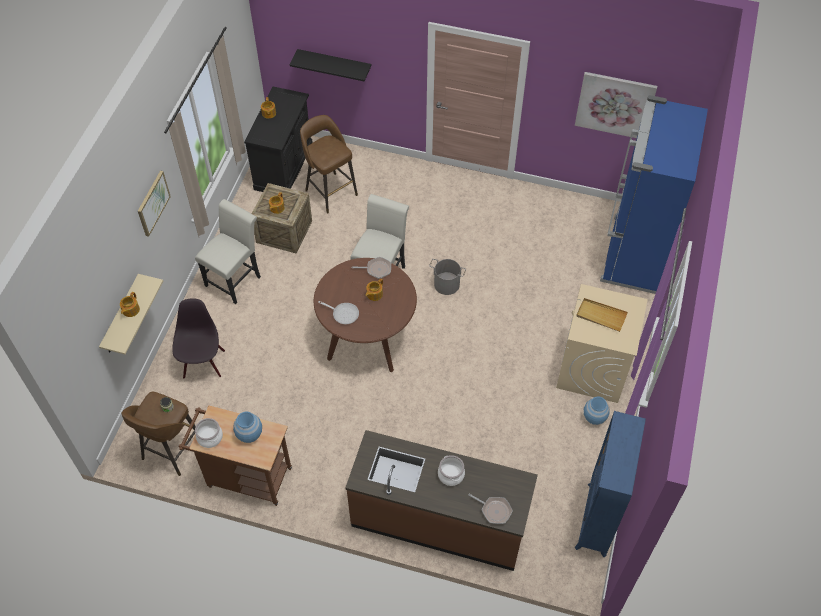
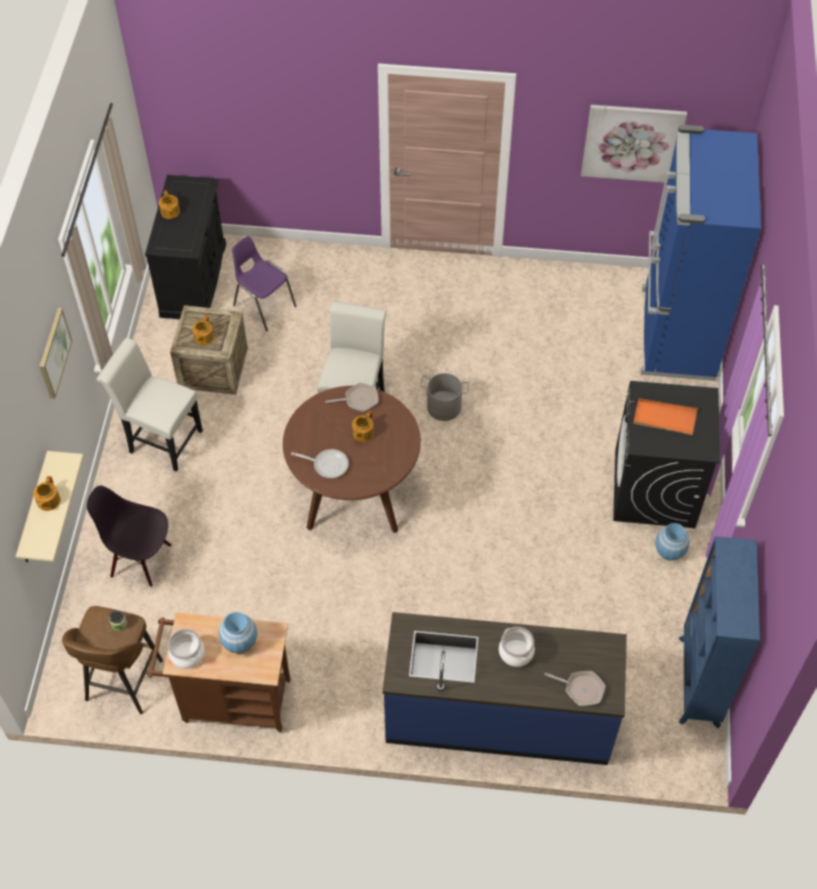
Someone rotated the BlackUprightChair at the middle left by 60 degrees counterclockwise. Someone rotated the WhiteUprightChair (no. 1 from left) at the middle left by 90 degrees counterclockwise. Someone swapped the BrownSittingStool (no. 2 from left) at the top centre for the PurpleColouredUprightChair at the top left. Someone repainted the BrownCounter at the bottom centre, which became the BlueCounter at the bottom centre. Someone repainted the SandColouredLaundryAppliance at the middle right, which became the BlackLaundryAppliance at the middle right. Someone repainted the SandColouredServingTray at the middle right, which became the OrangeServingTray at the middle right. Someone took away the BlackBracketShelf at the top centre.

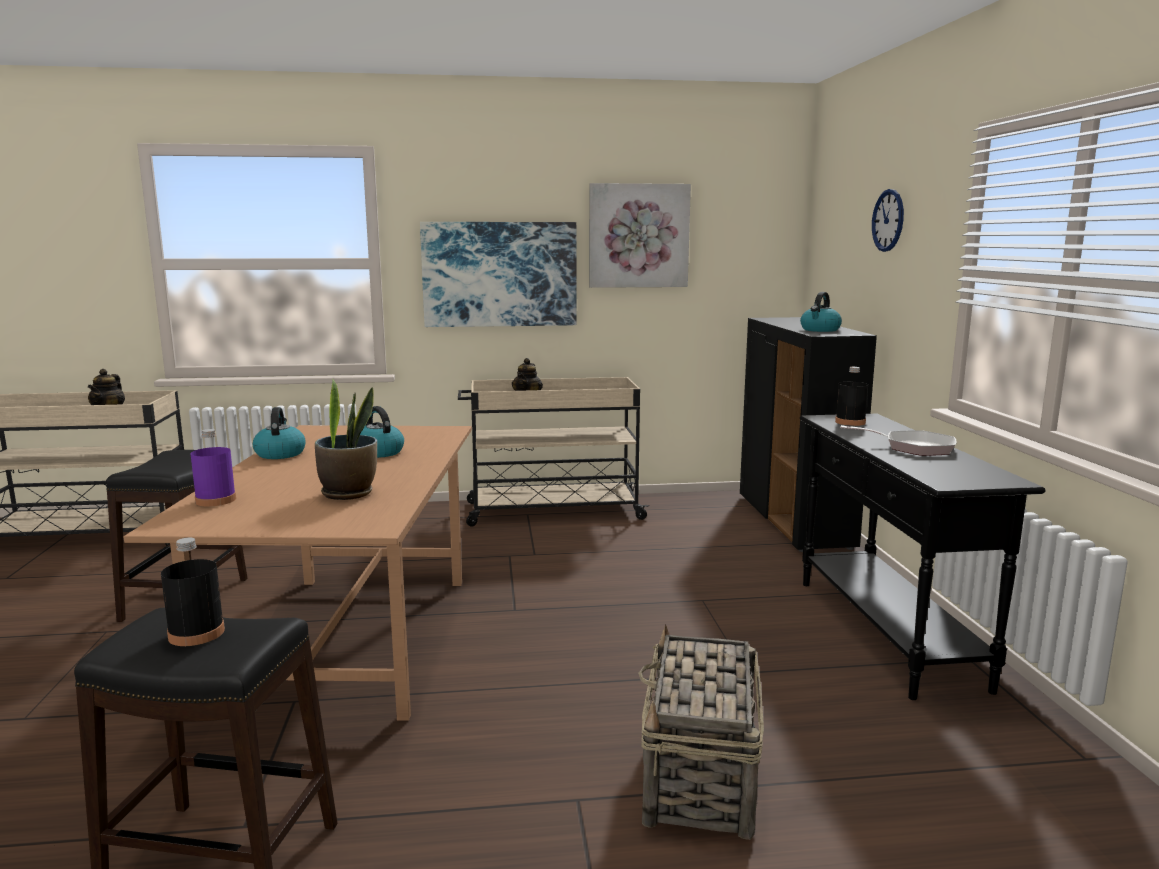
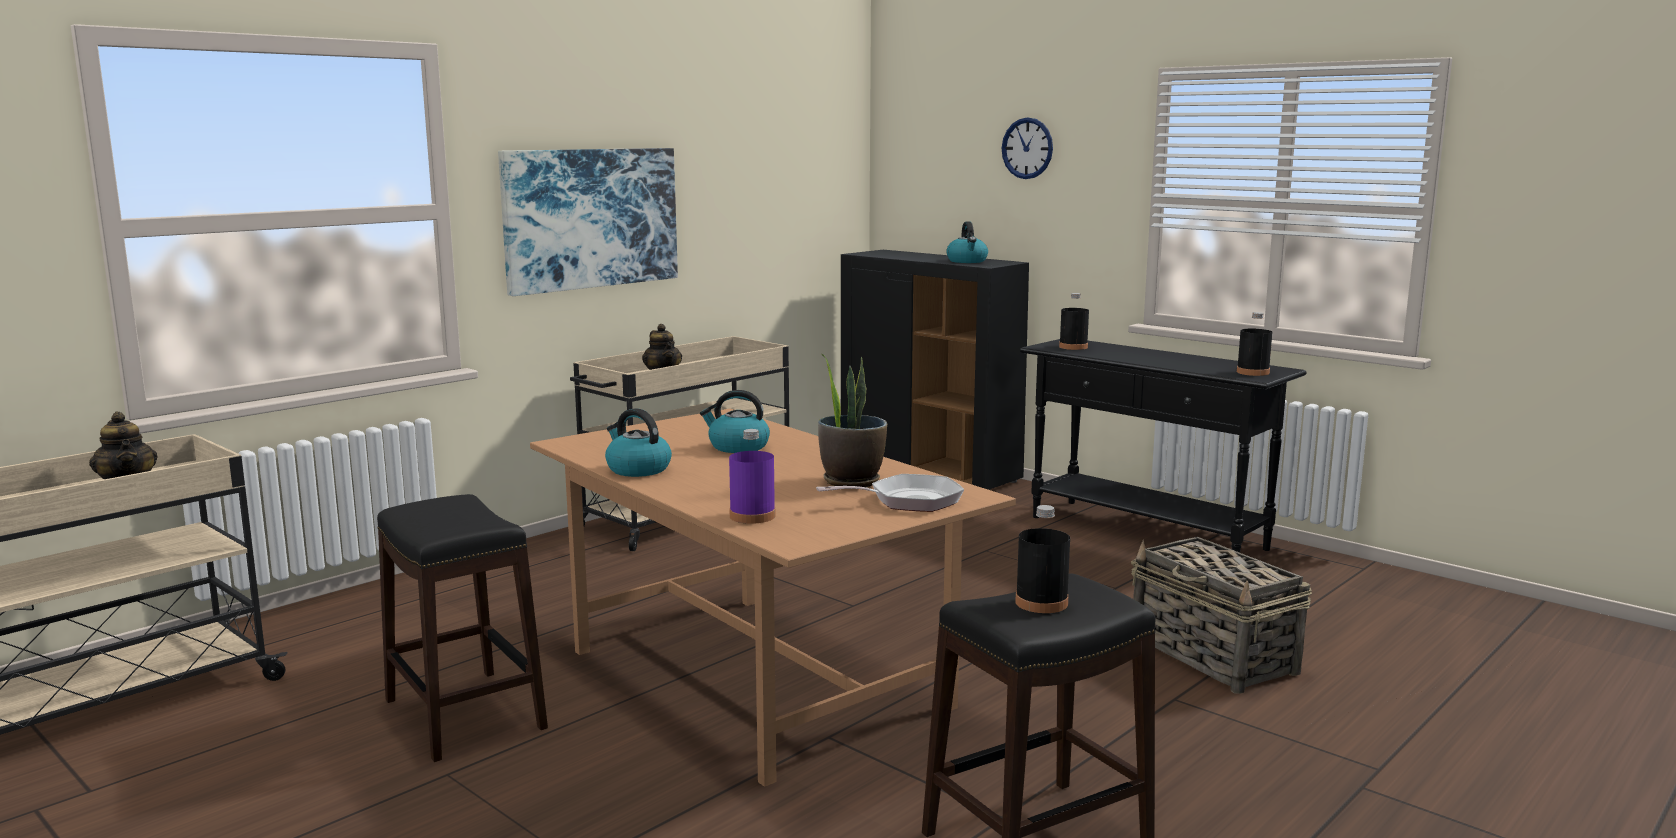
Someone carried the Pan from the middle right to the centre. Someone put down the BlackBottle (no. 3 from left) at the middle right. Someone took away the Picture (no. 2 from left) at the top centre.

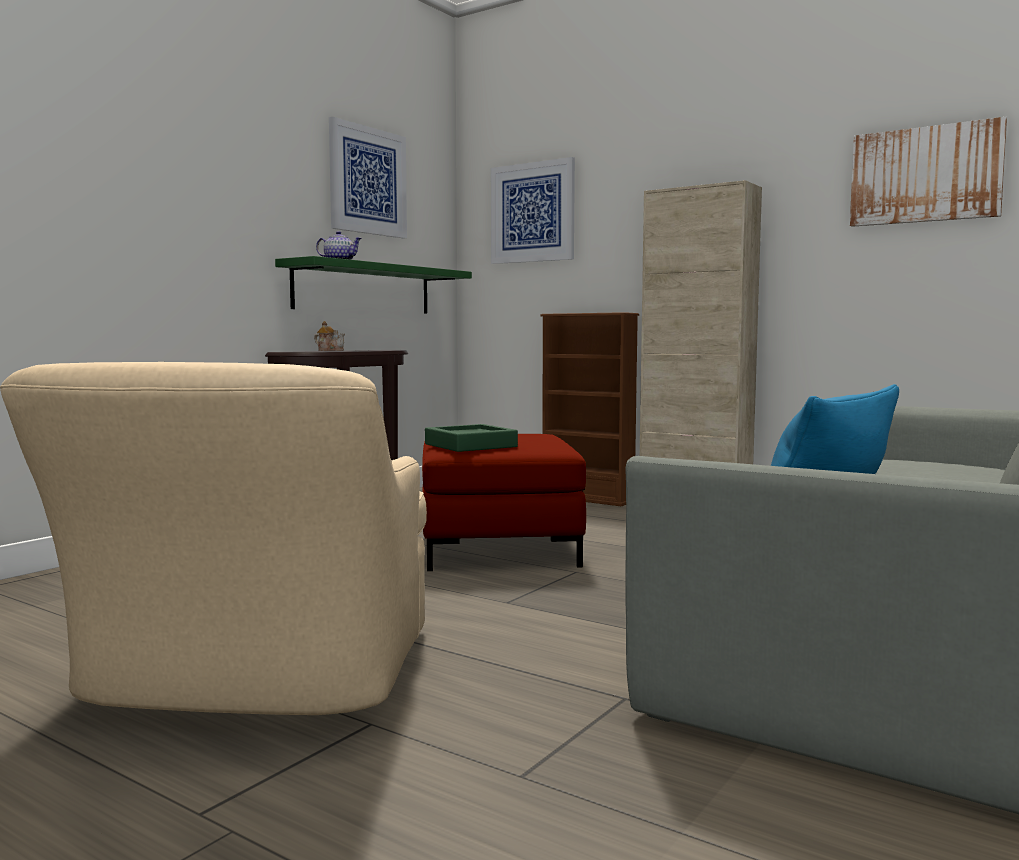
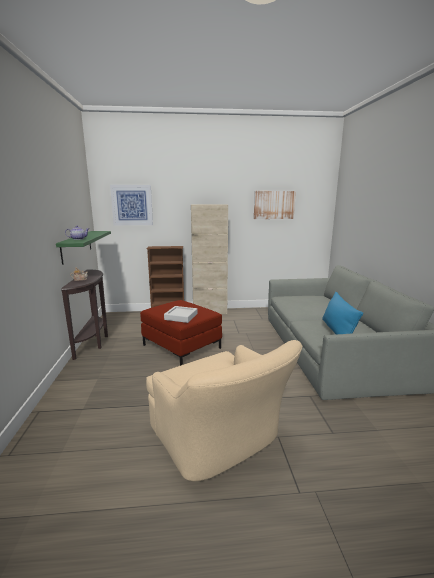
Someone repainted the GreenishServingTray at the centre, which became the GrayServingTray at the centre. Someone took away the Picture (no. 1 from left) at the top centre.

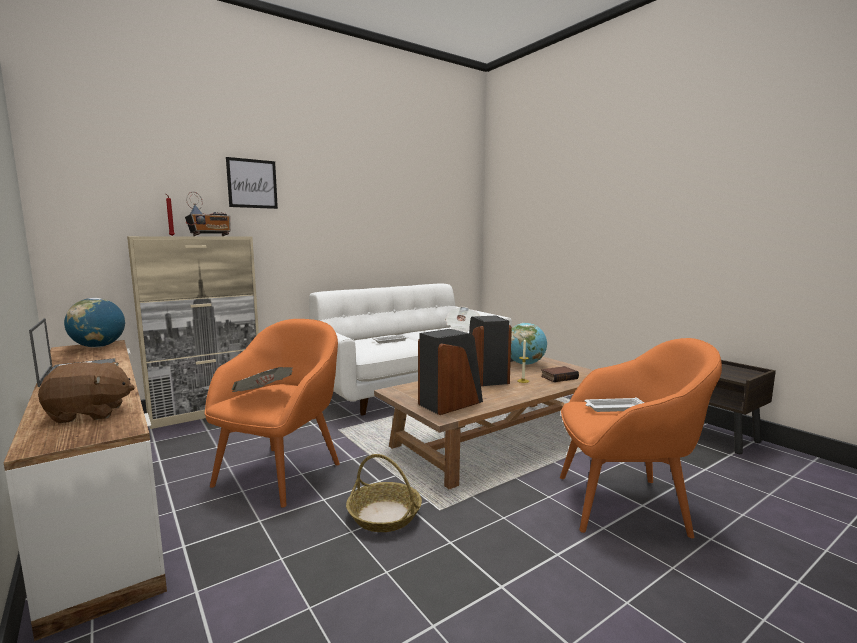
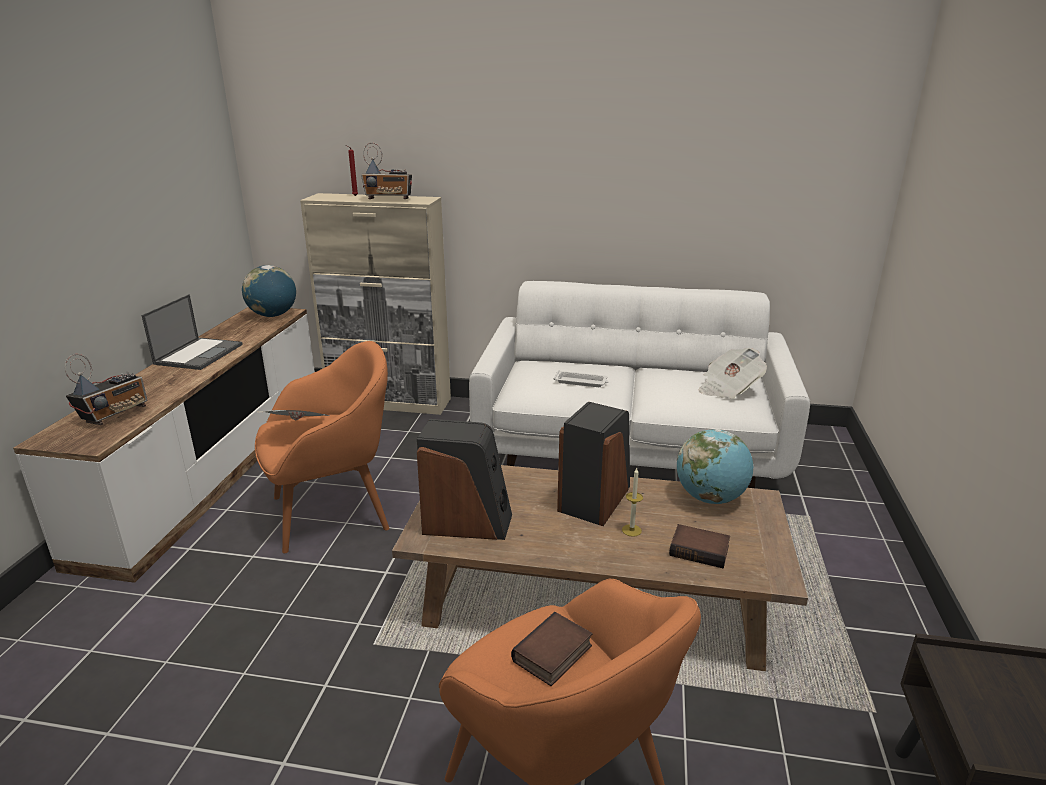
Someone swapped the BrownPlushToy at the middle left for the Radio (no. 1 from left) at the middle left. Someone swapped the WhiteServingTray (no. 2 from left) at the middle right for the Volume (no. 1 from left) at the bottom centre. Someone took away the Picture at the top left. Someone took away the Basket at the bottom centre.

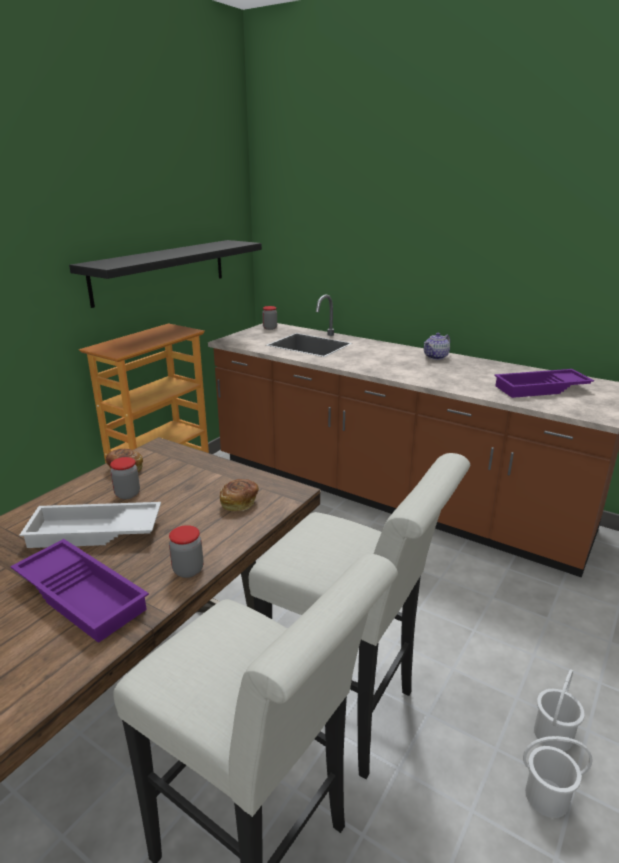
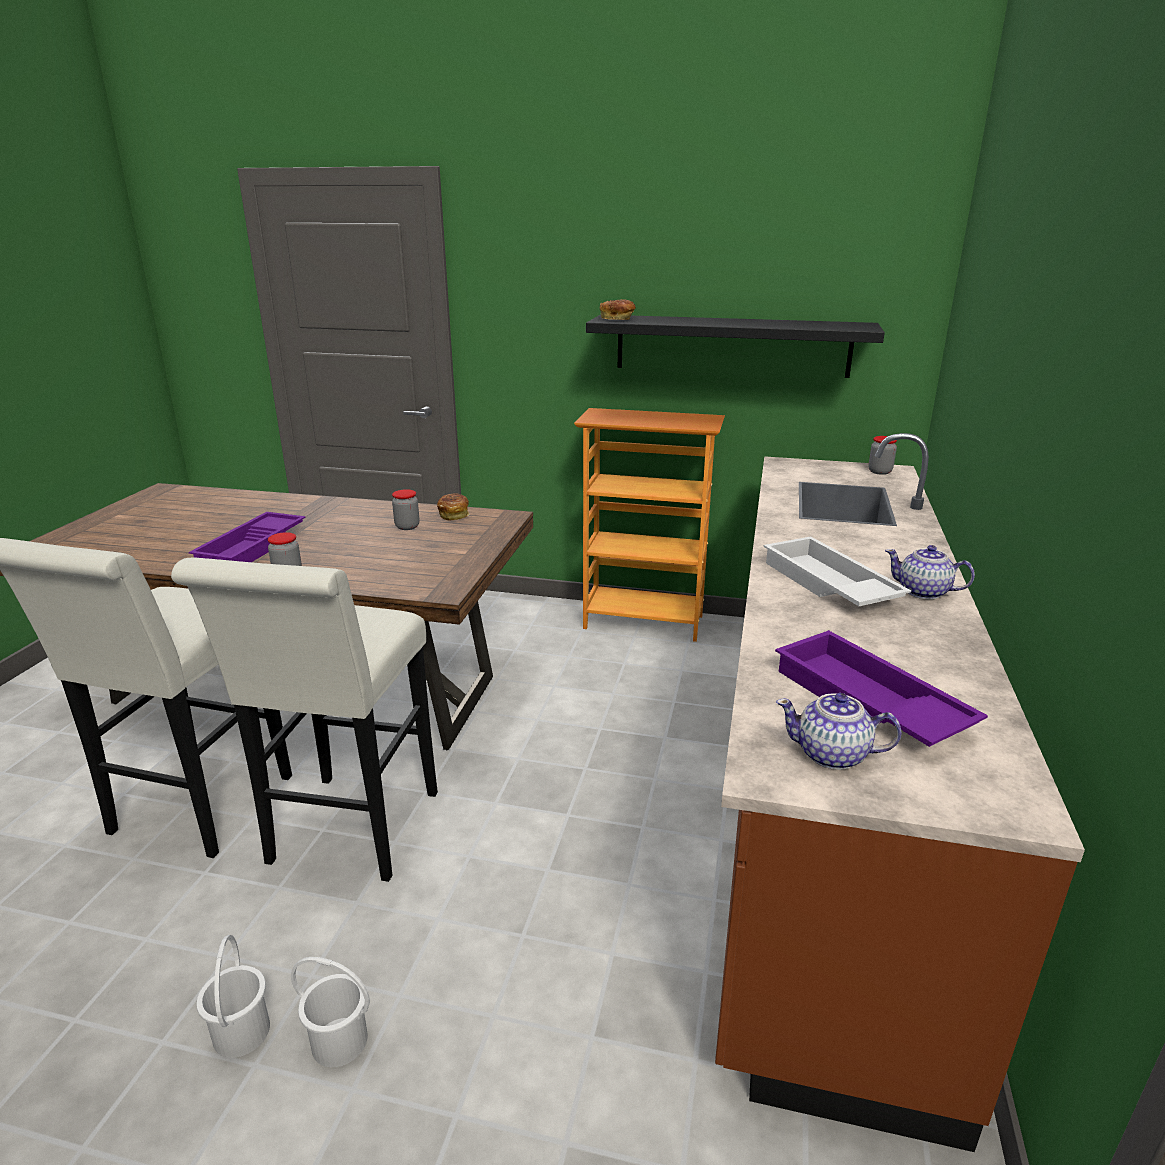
Someone carried the BakedBread (no. 2 from left) from the centre to the top centre. Someone carried the WhiteServingTray from the middle left to the middle right. Someone put down the Teapot (no. 1 from left) at the middle right.

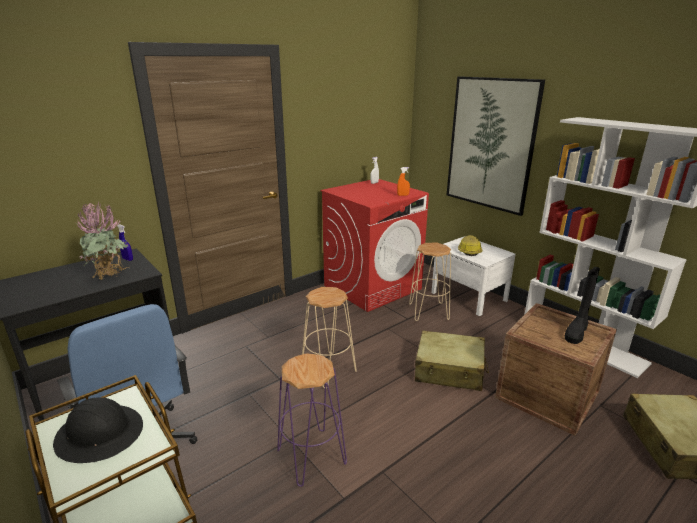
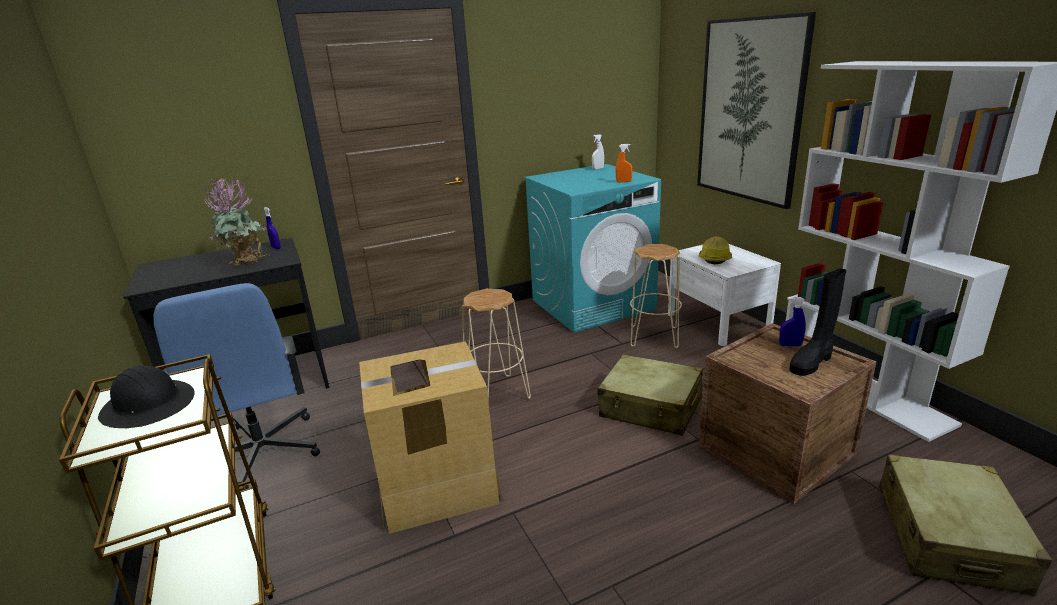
Someone swapped the PurpleColouredSittingStool at the bottom centre for the Carton at the bottom centre. Someone repainted the ReddishLaundryAppliance at the centre, which became the TurquoiseLaundryAppliance at the centre. Someone put down the BlueHandSprayer (no. 2 from left) at the middle right.

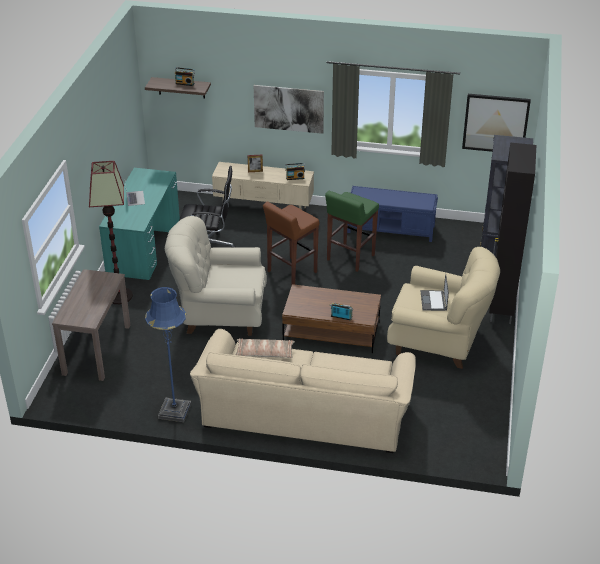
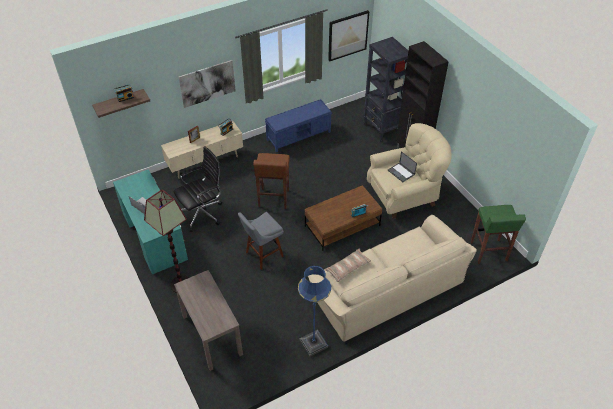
Someone swapped the SandColouredLoungeChair (no. 1 from left) at the centre for the GraySittingStool at the centre. Someone carried the GreenishSittingStool from the centre to the middle right.

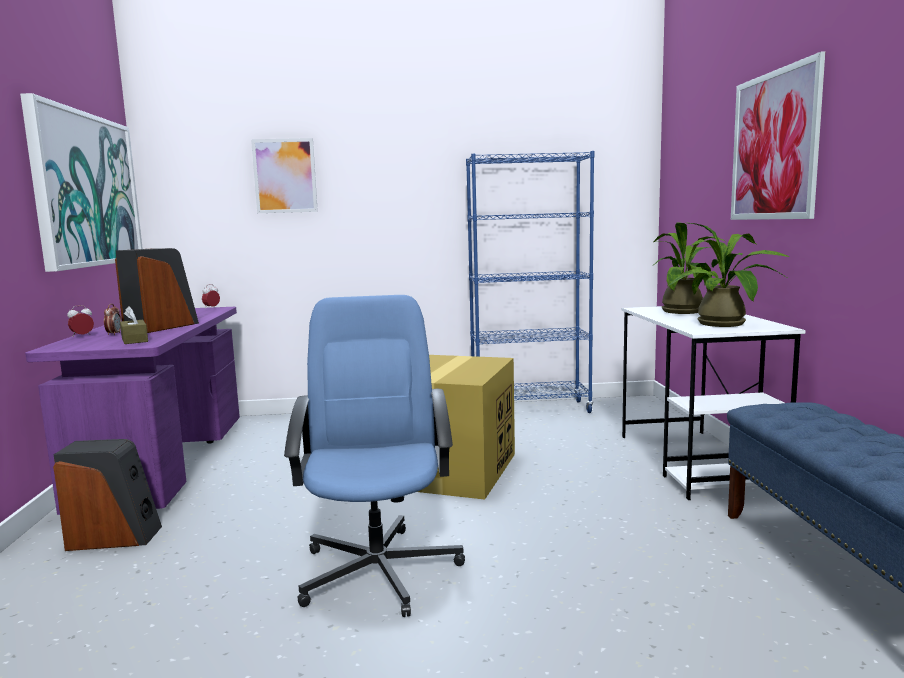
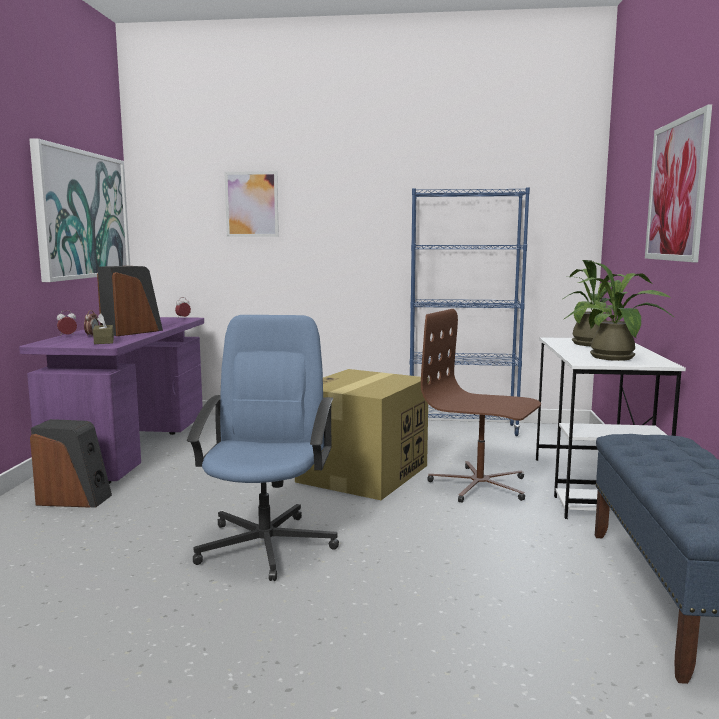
Someone put down the BrownDeskChair at the middle right.

